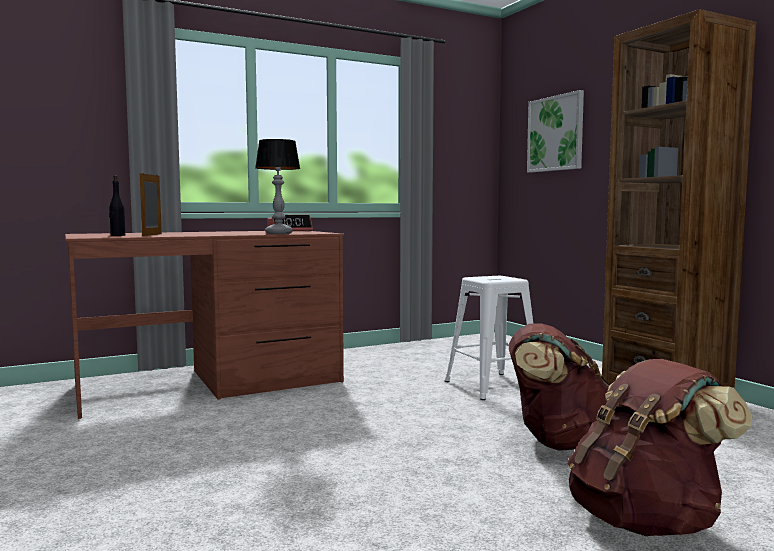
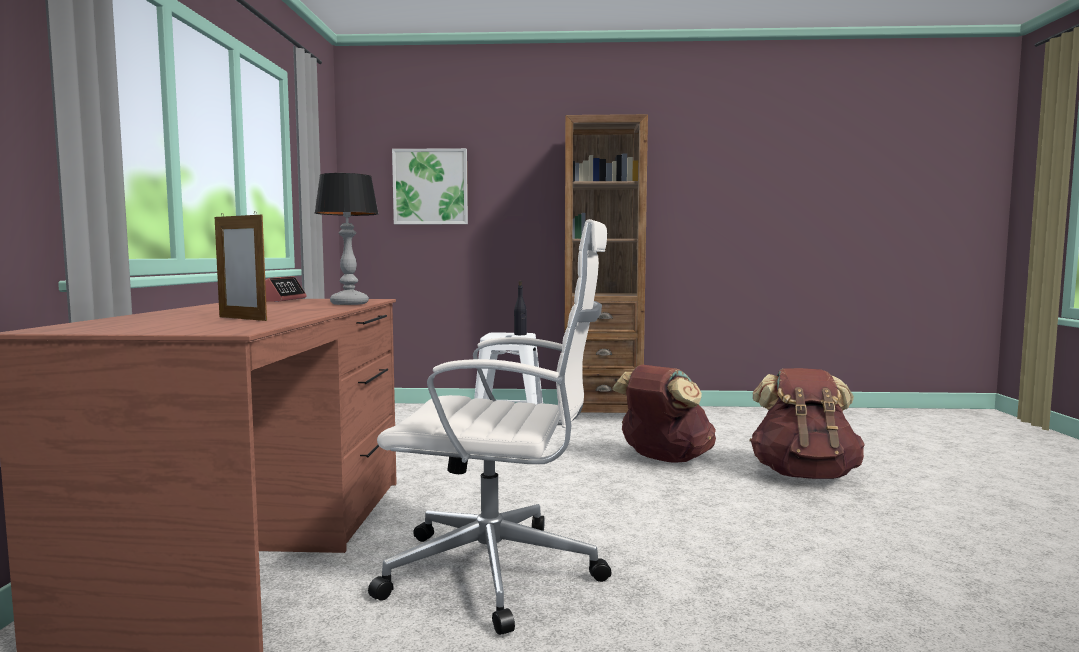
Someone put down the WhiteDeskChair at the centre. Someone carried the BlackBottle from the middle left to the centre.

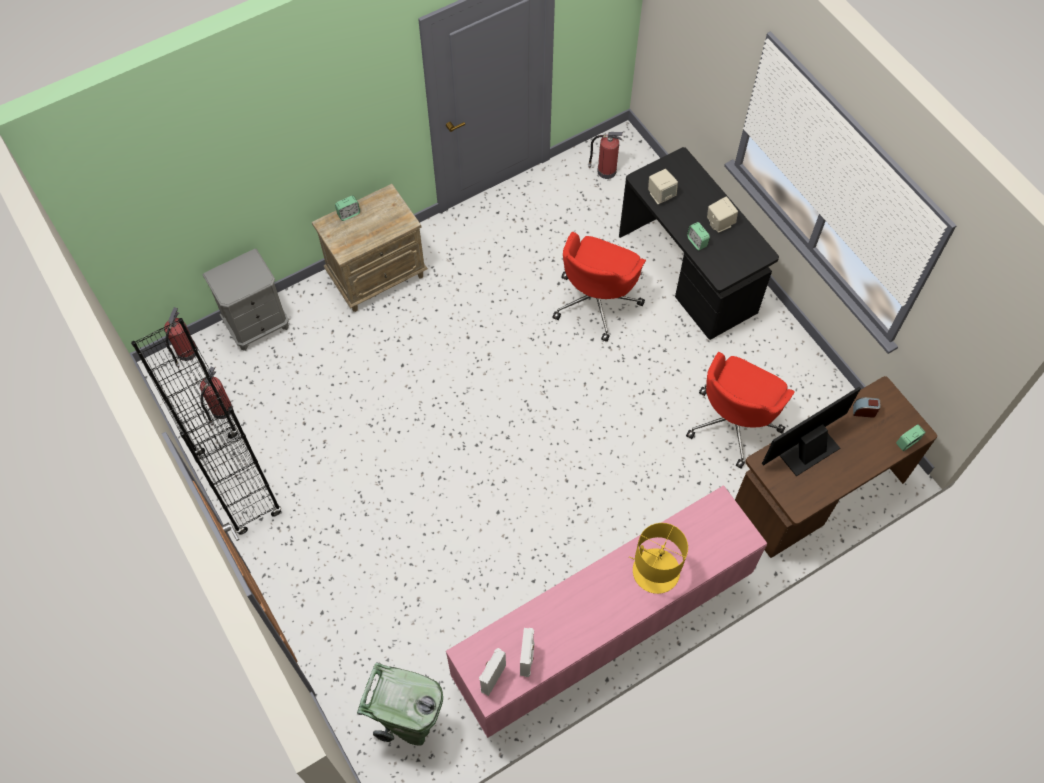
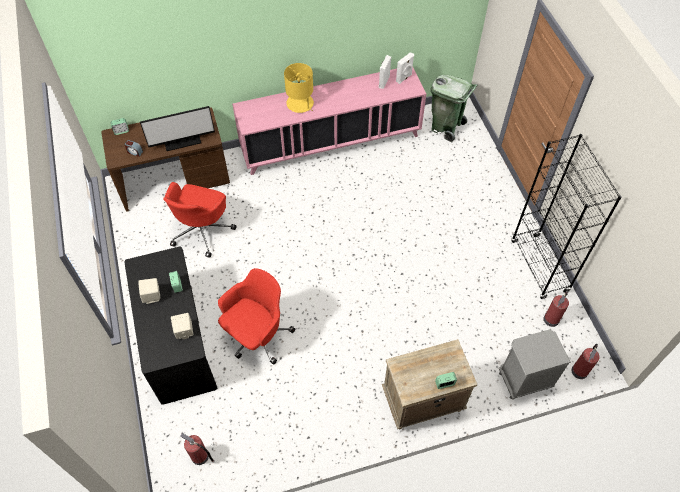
Someone rotated the ReddishDeskChair (no. 2 from left in the first image) at the middle right by 150 degrees clockwise.

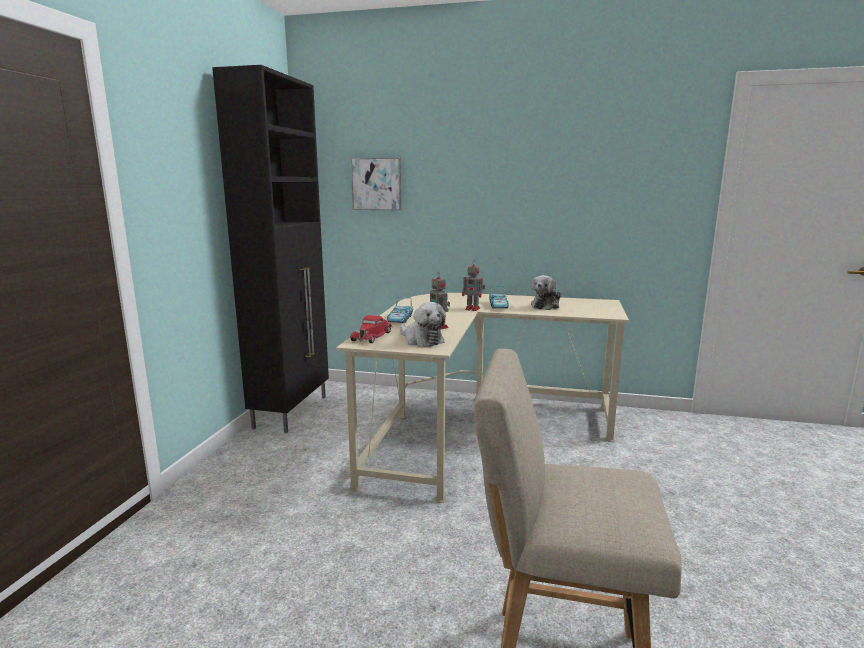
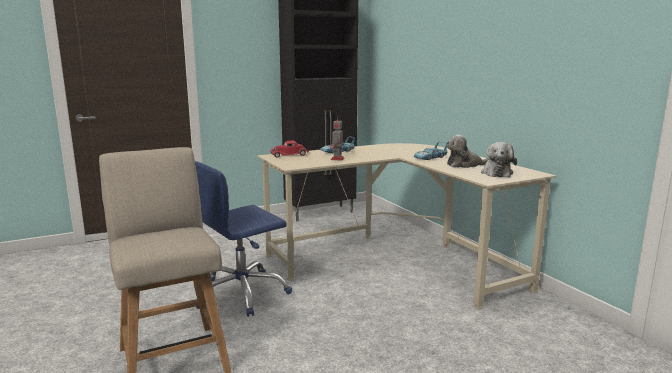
Someone put down the BlueDeskChair at the centre. Someone carried the PlushToy (no. 1 from left in the first image) from the centre to the middle right. Someone took away the Picture at the top centre. Someone took away the RobotFigure (no. 2 from left) at the centre.

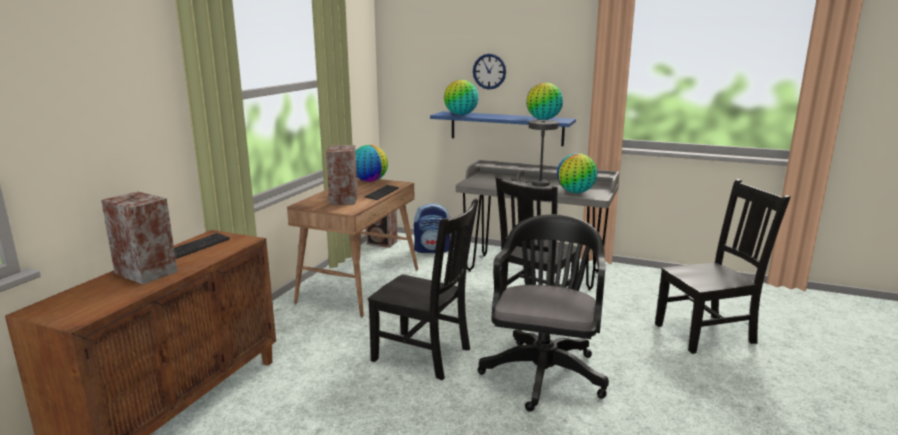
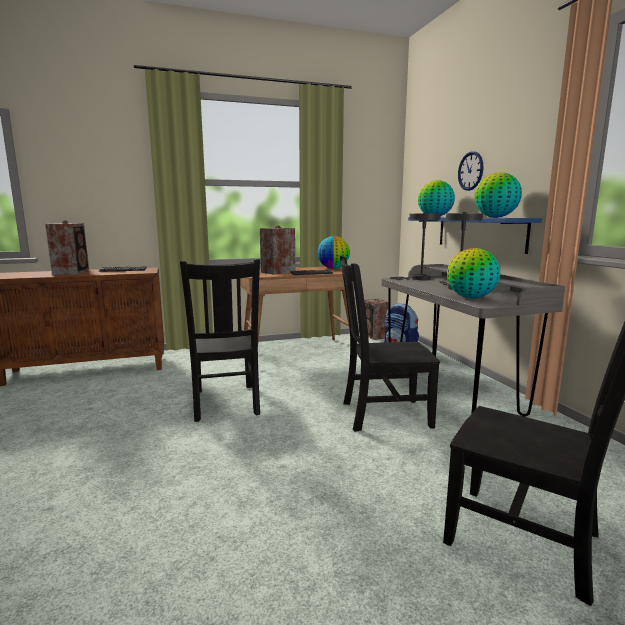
Someone put down the GrayTabletopLamp (no. 1 from left) at the centre. Someone took away the BlackDeskChair at the bottom centre.

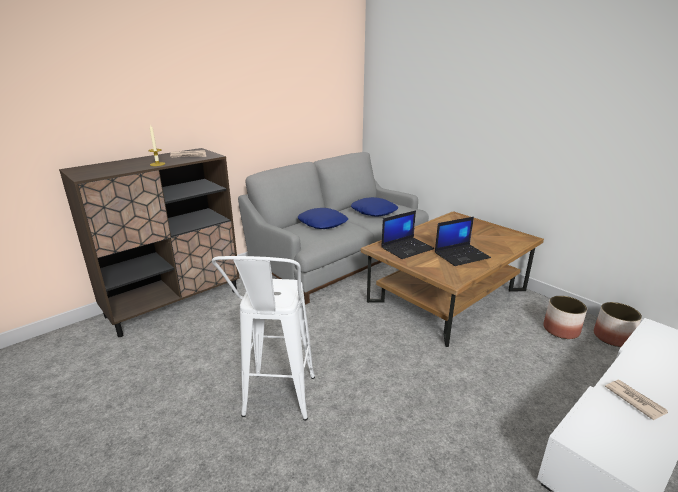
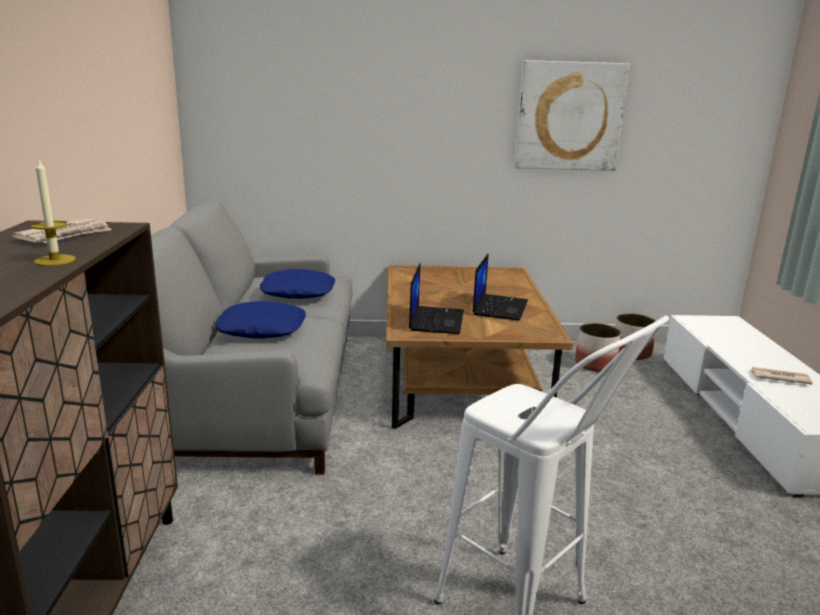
Someone put up the Picture at the top right.

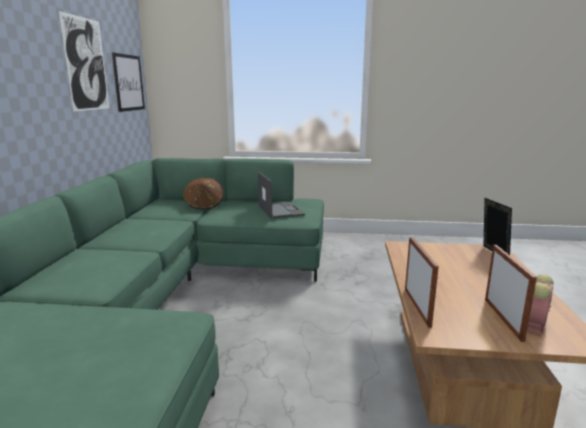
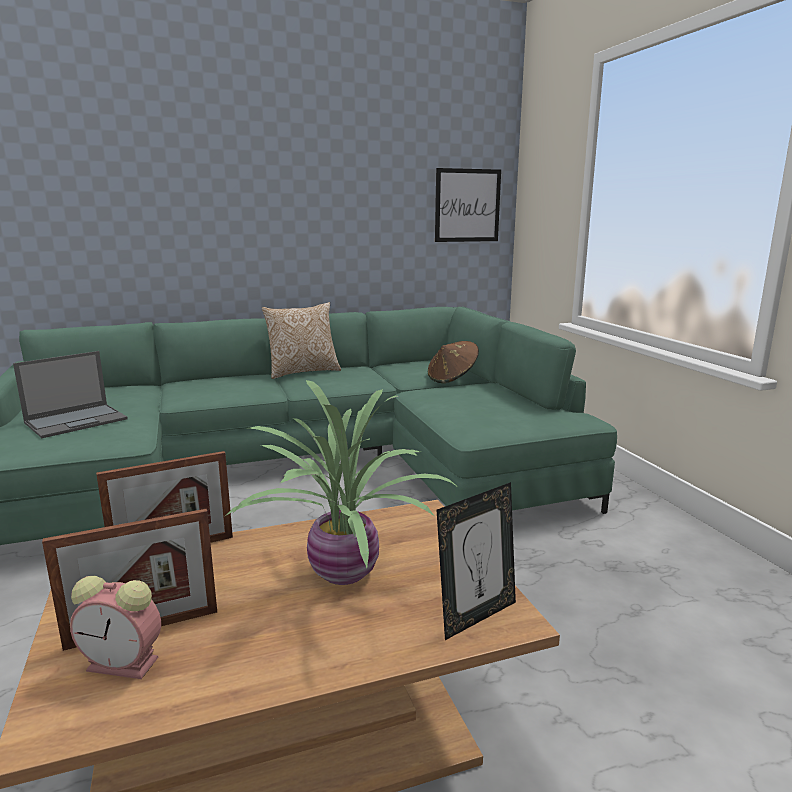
Someone carried the PortableComputer from the centre to the middle left. Someone put down the PlantInAPot at the centre. Someone put down the Cushion at the centre. Someone took away the Picture (no. 1 from left) at the top left.

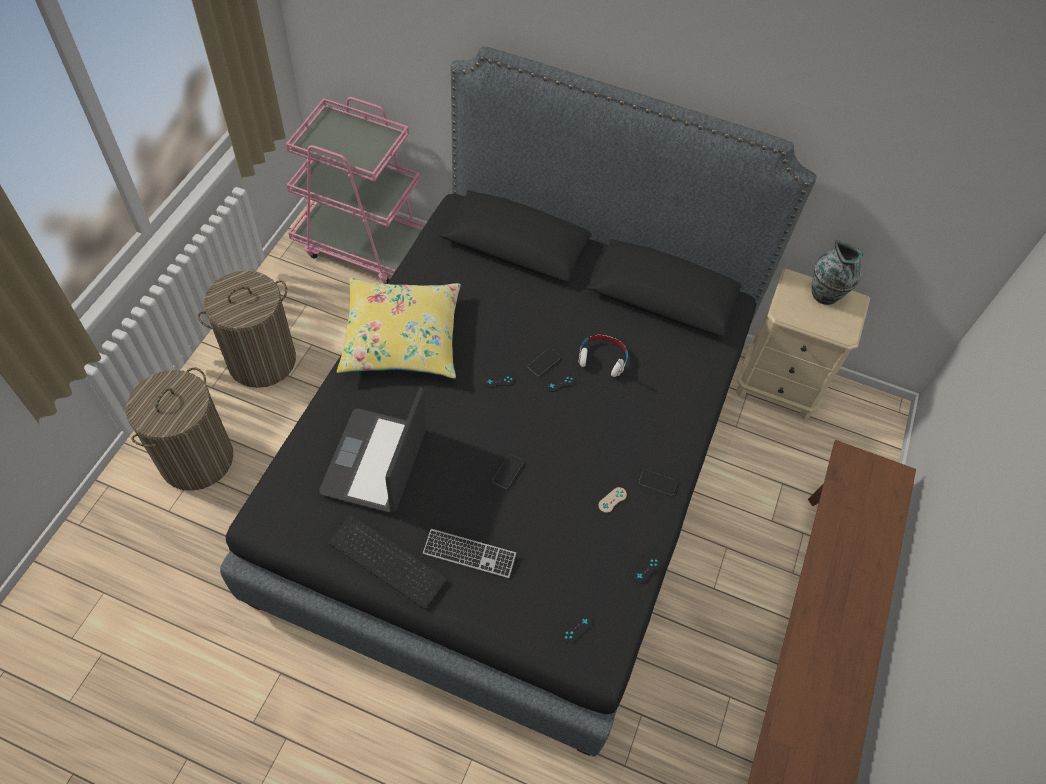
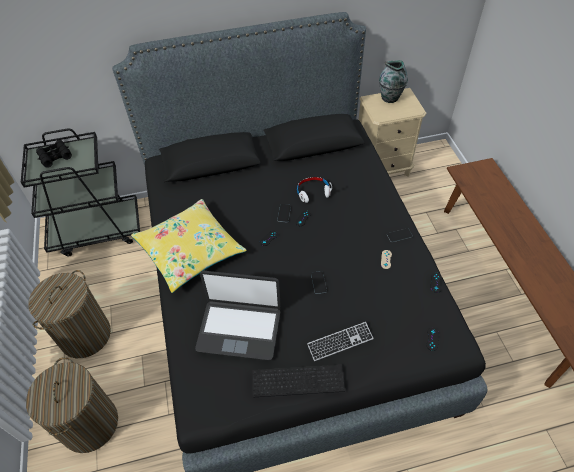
Someone repainted the PinkTrolley at the top centre, which became the BlackTrolley at the middle left. Someone put down the BlackPairOfBinoculars at the top left. Someone rotated the PortableComputer at the centre by 60 degrees counterclockwise.

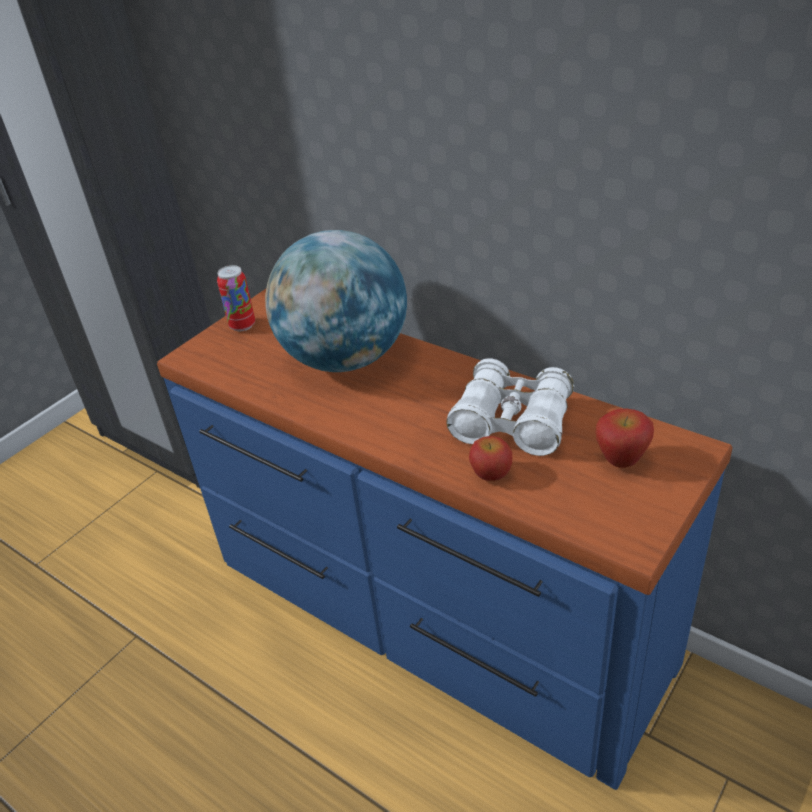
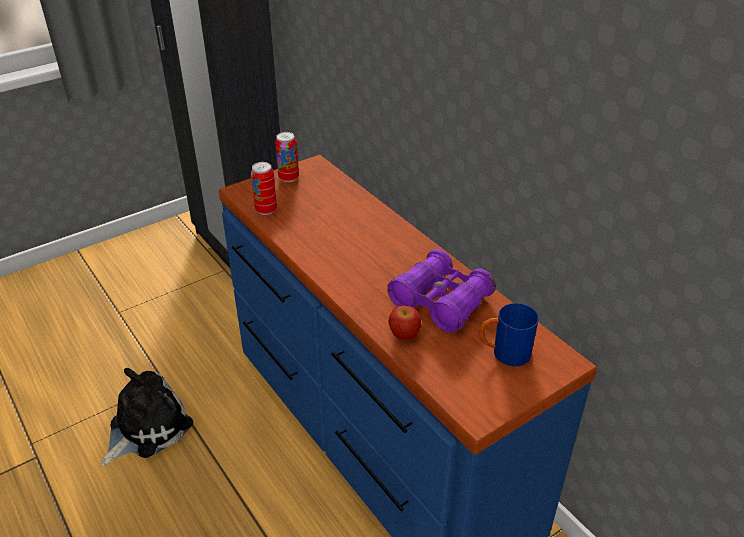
Someone put down the PlushToy at the bottom left. Someone put down the MetalCan (no. 1 from left) at the centre. Someone repainted the WhitePairOfBinoculars at the centre, which became the PurpleColouredPairOfBinoculars at the centre. Someone swapped the Apple (no. 2 from left) at the middle right for the BlueCoffeeMug at the middle right. Someone took away the Globe at the centre.

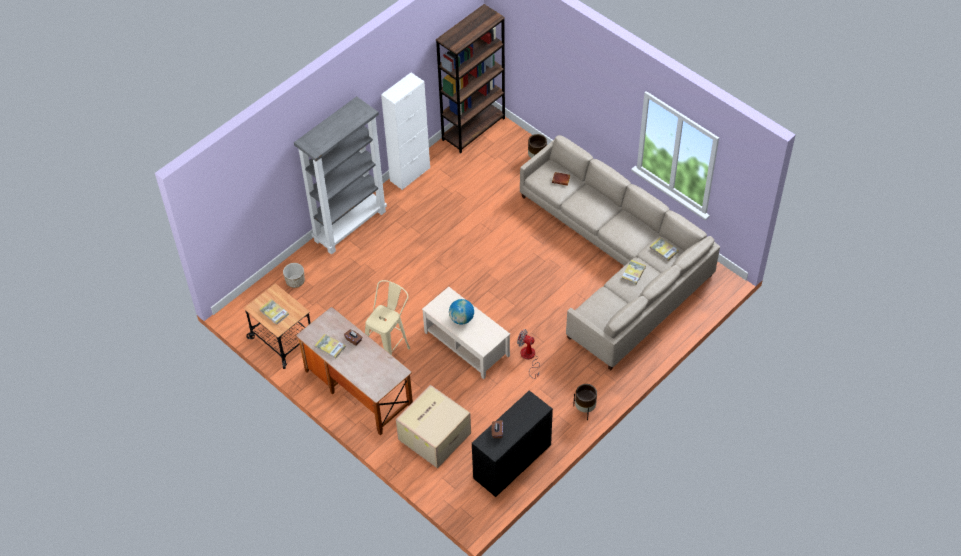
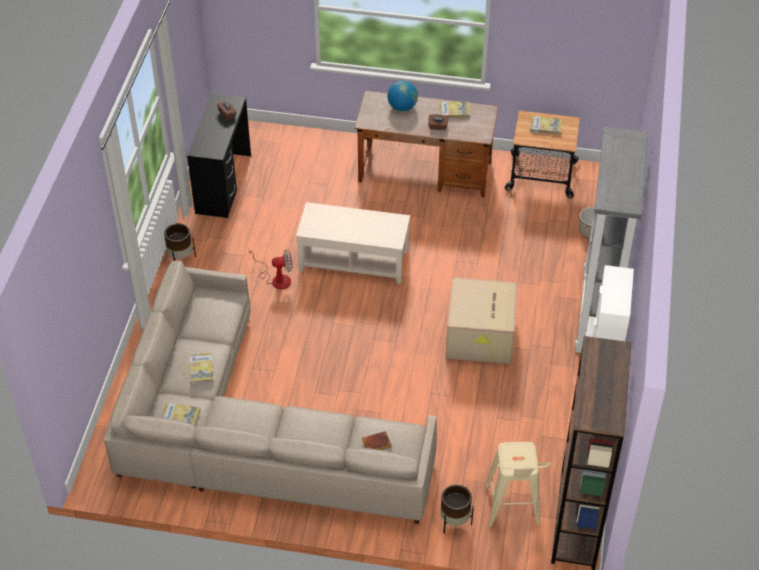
Someone carried the Globe from the centre to the top centre. Someone carried the Carton from the bottom centre to the centre. Someone carried the SandColouredSittingStool from the centre to the bottom right.

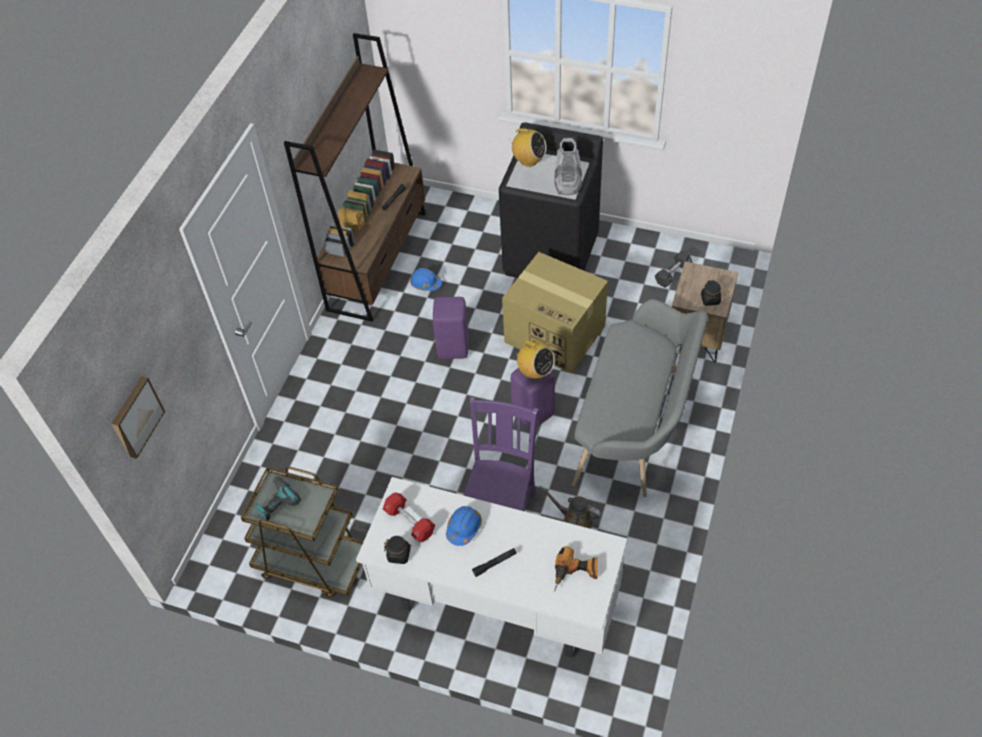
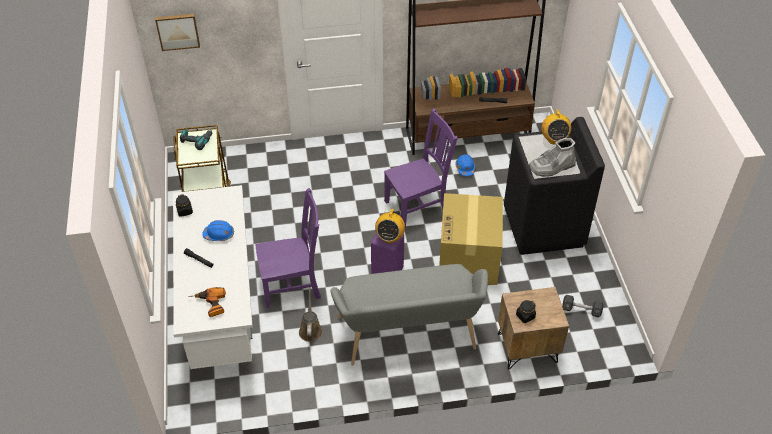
Someone swapped the PurpleColouredSittingStool (no. 1 from left) at the centre for the PurpleColouredUprightChair (no. 2 from left) at the centre. Someone took away the ReddishDumbbell at the bottom centre.

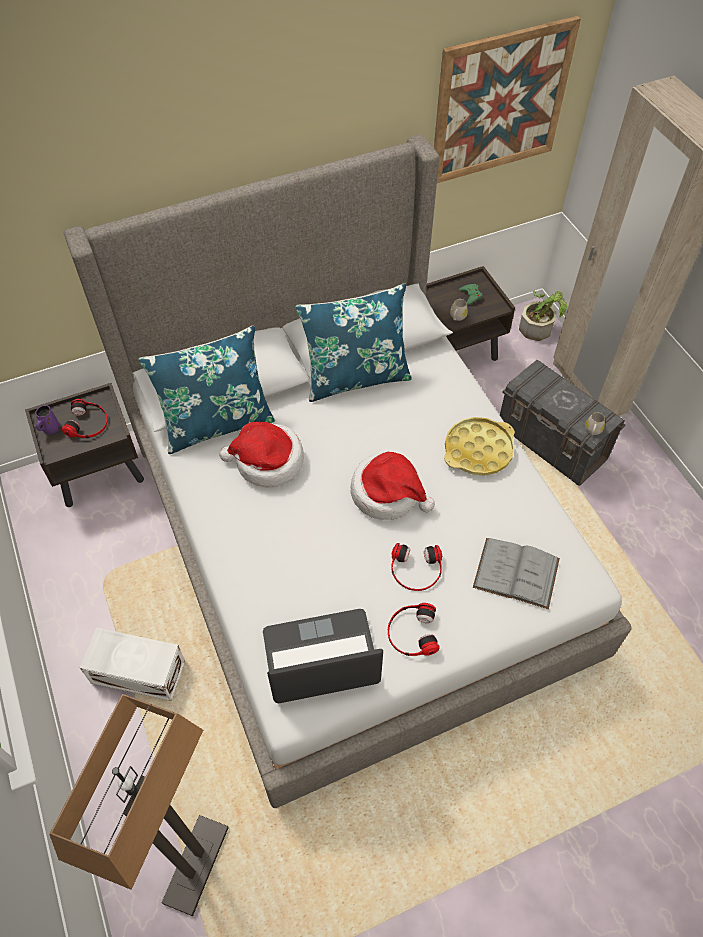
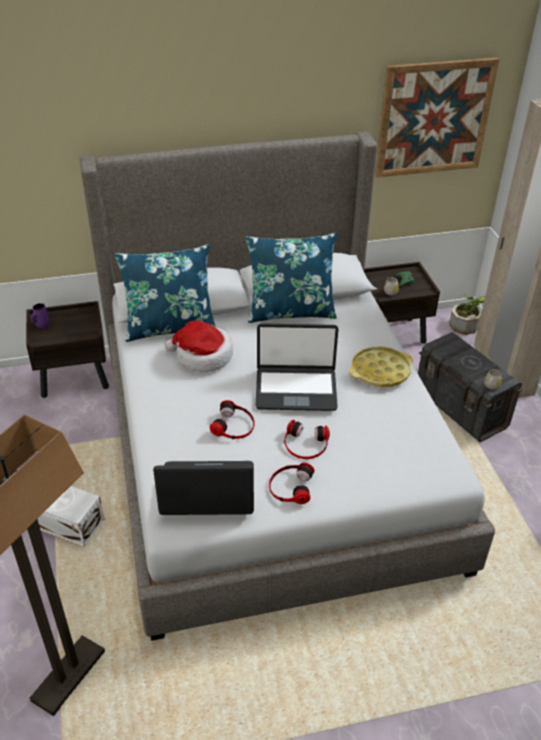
Someone carried the PairOfHeadphones (no. 1 from left) from the middle left to the centre. Someone swapped the ClothingHat (no. 2 from left) at the centre for the PortableComputer (no. 2 from left) at the centre. Someone took away the GrayVolume at the middle right.

